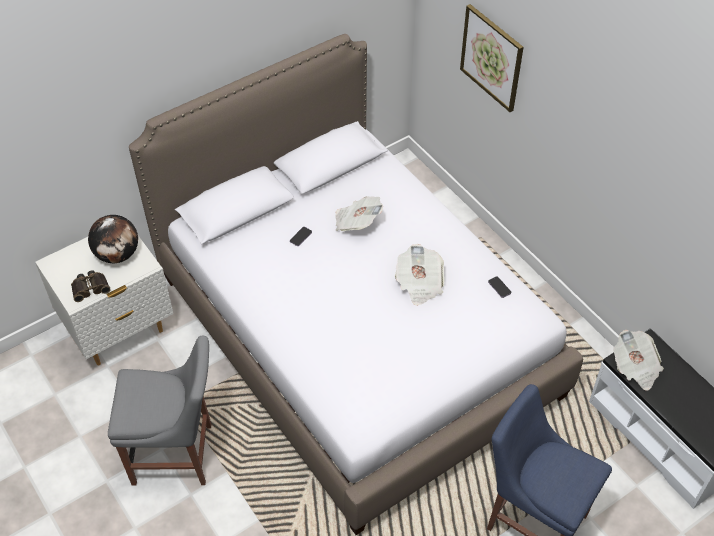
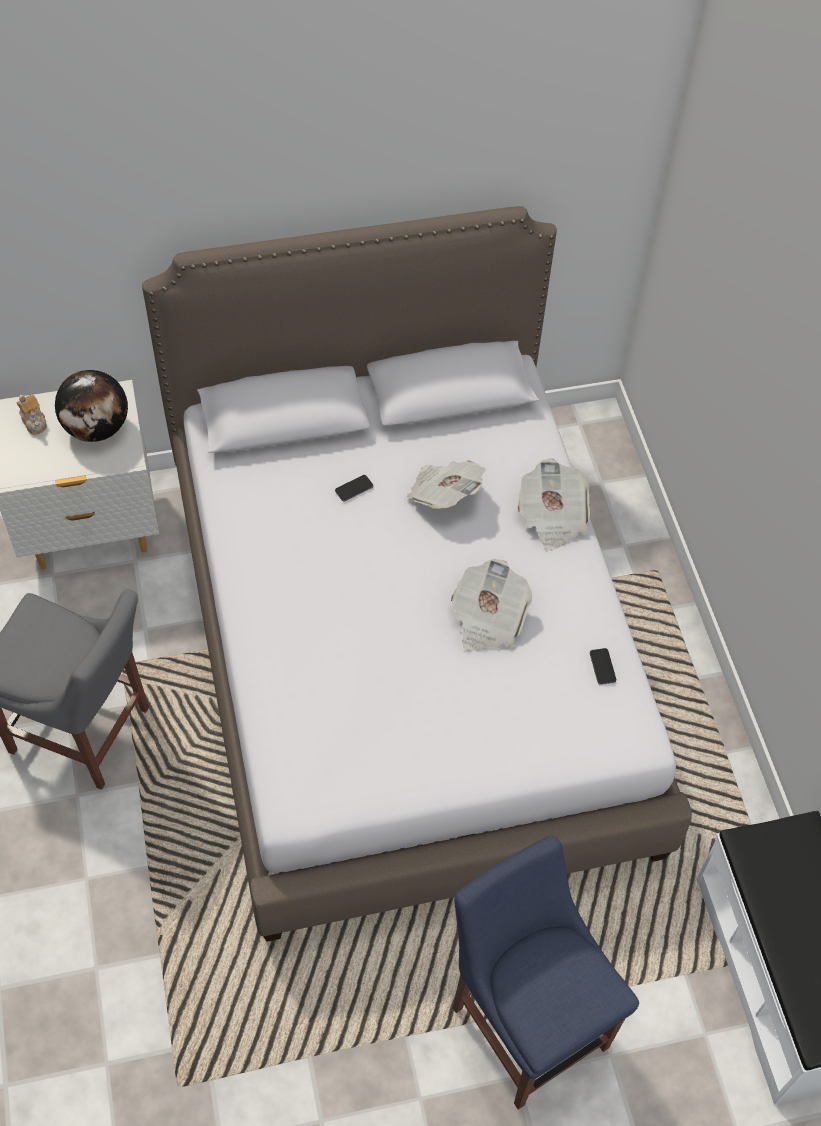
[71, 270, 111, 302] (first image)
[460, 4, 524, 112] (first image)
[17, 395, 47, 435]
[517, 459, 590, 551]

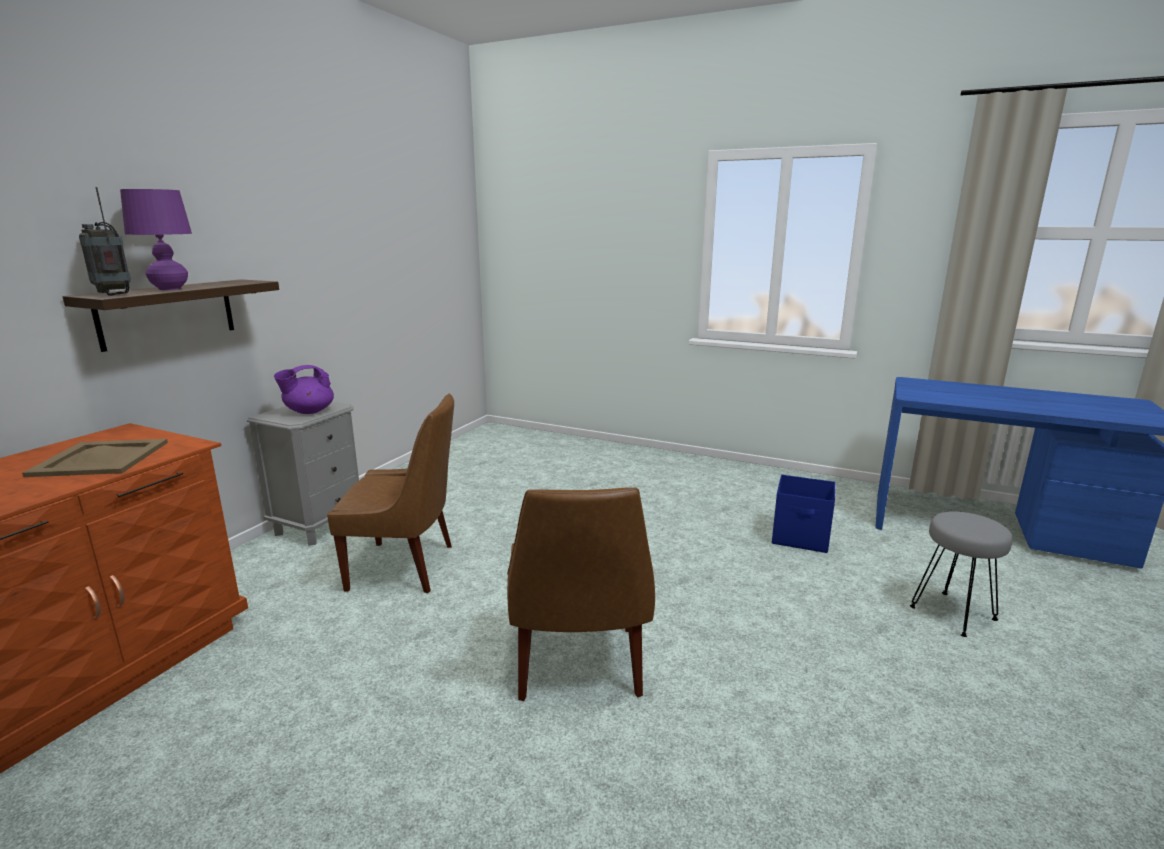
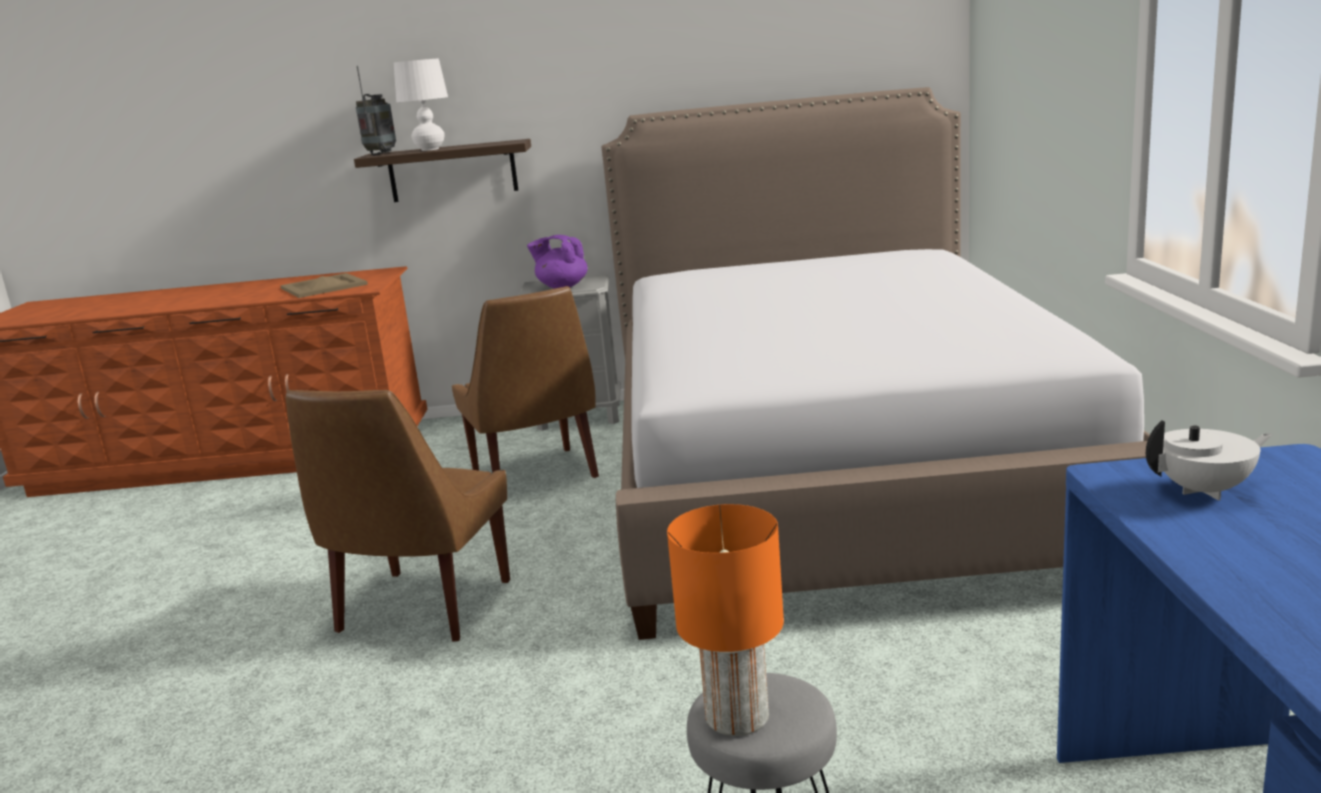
[772, 475, 835, 553] (first image)
[602, 87, 1150, 640]
[667, 504, 784, 736]
[1146, 420, 1272, 501]
[394, 58, 448, 151]
[286, 390, 510, 642]

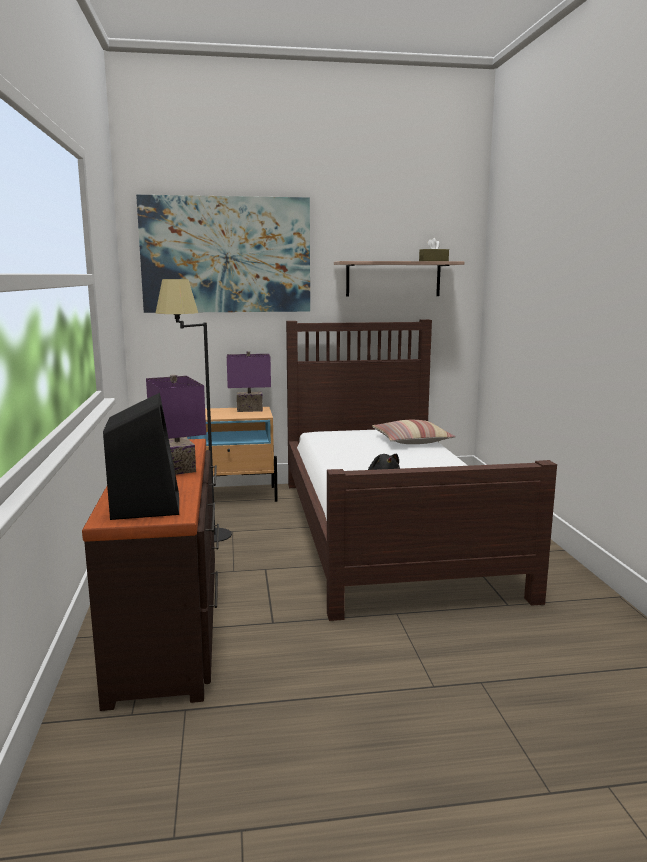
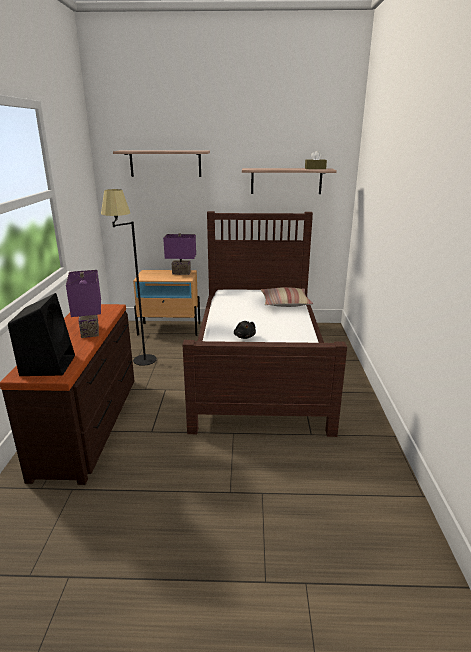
[113, 150, 210, 177]

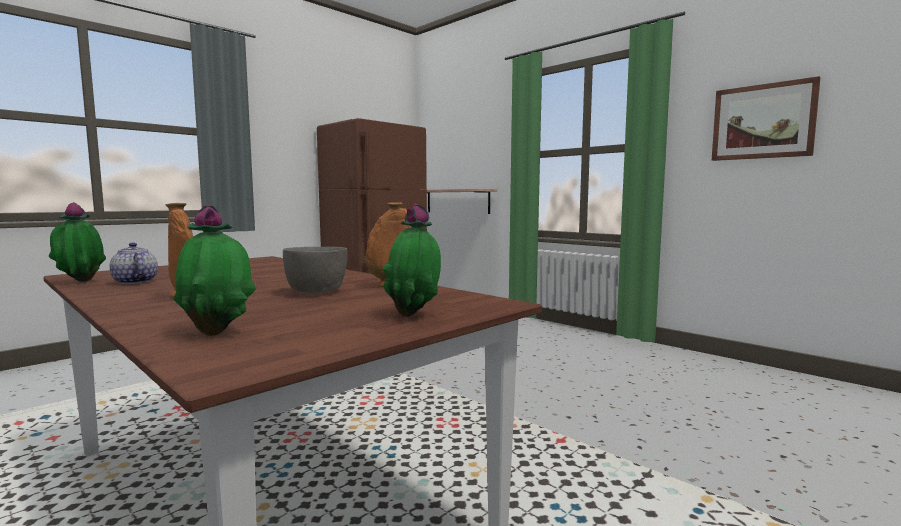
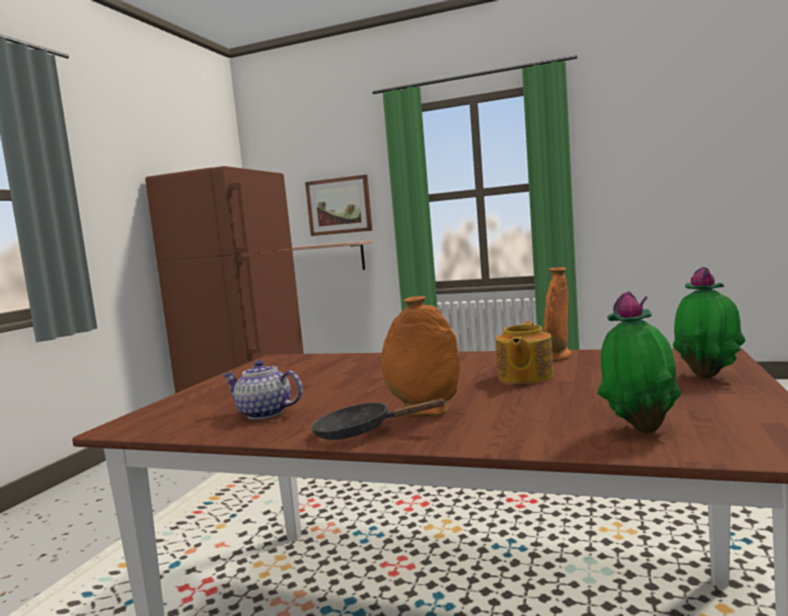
[49, 202, 106, 282] (first image)
[311, 398, 446, 440]
[305, 175, 372, 236]
[496, 322, 554, 384]

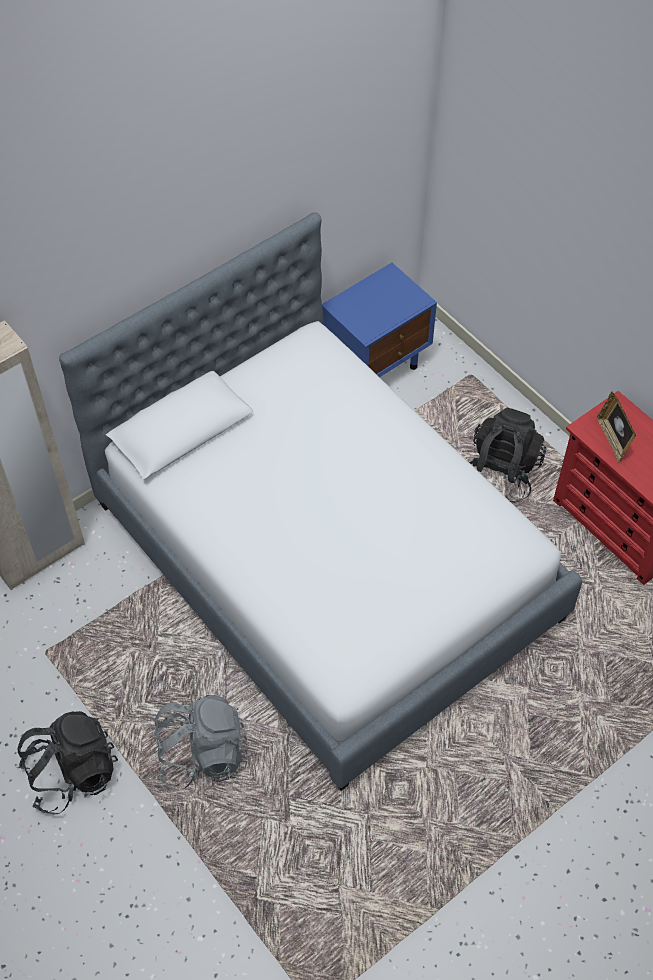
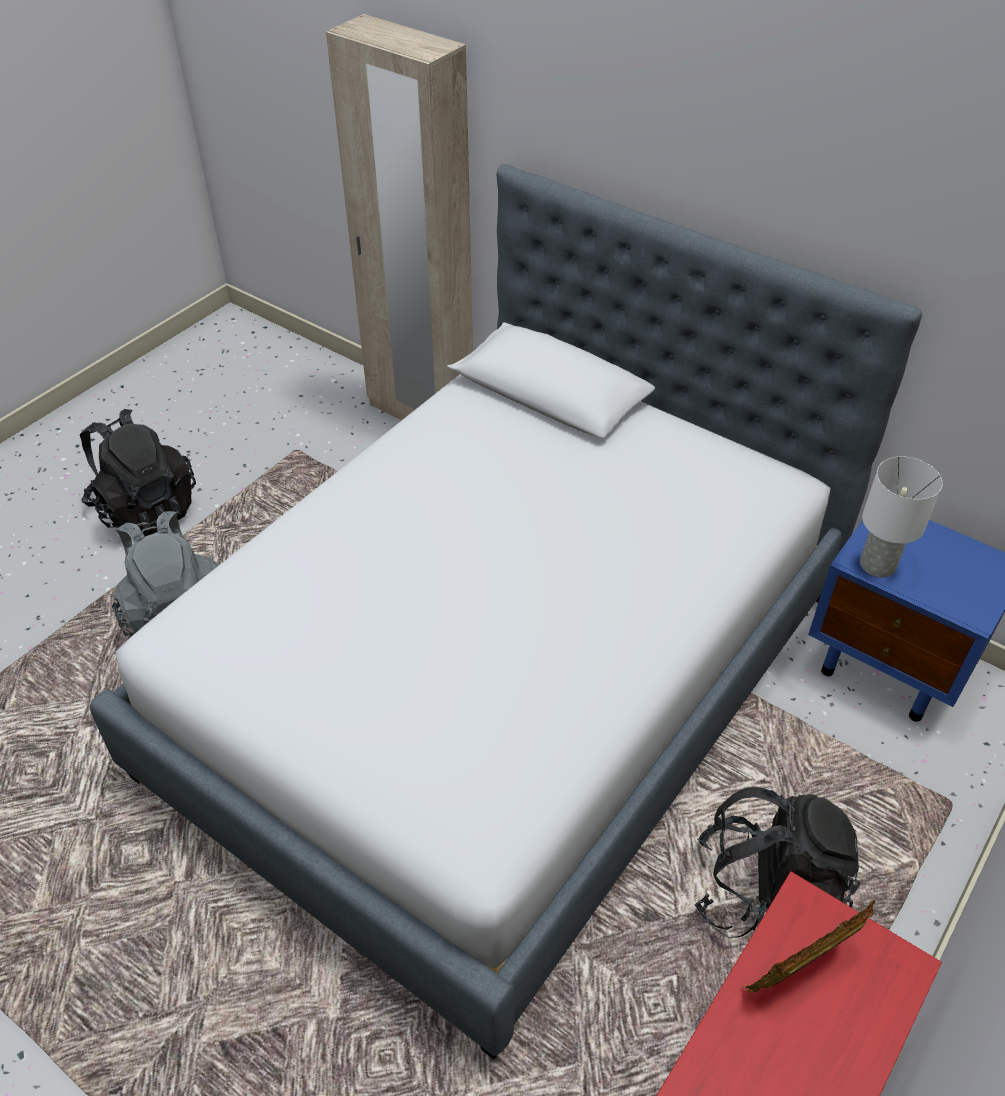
[860, 457, 943, 577]

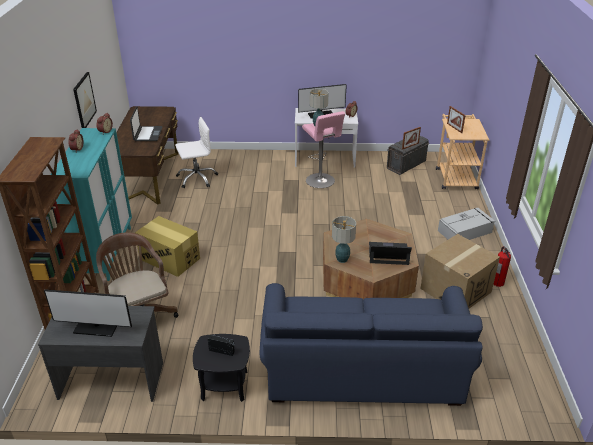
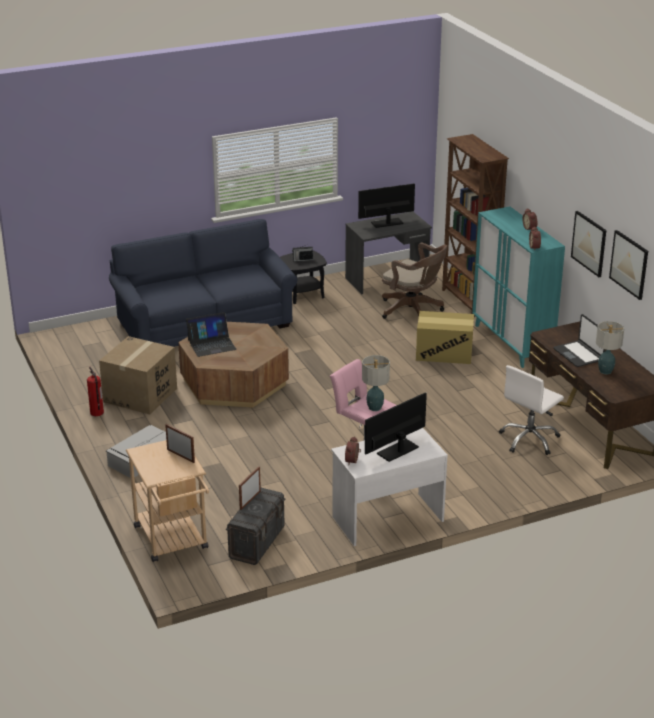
[609, 230, 648, 300]
[596, 321, 624, 374]

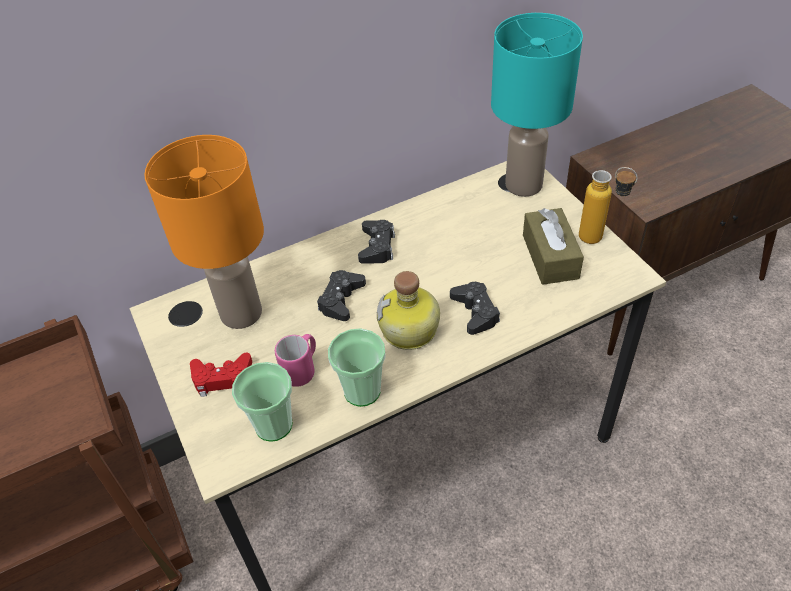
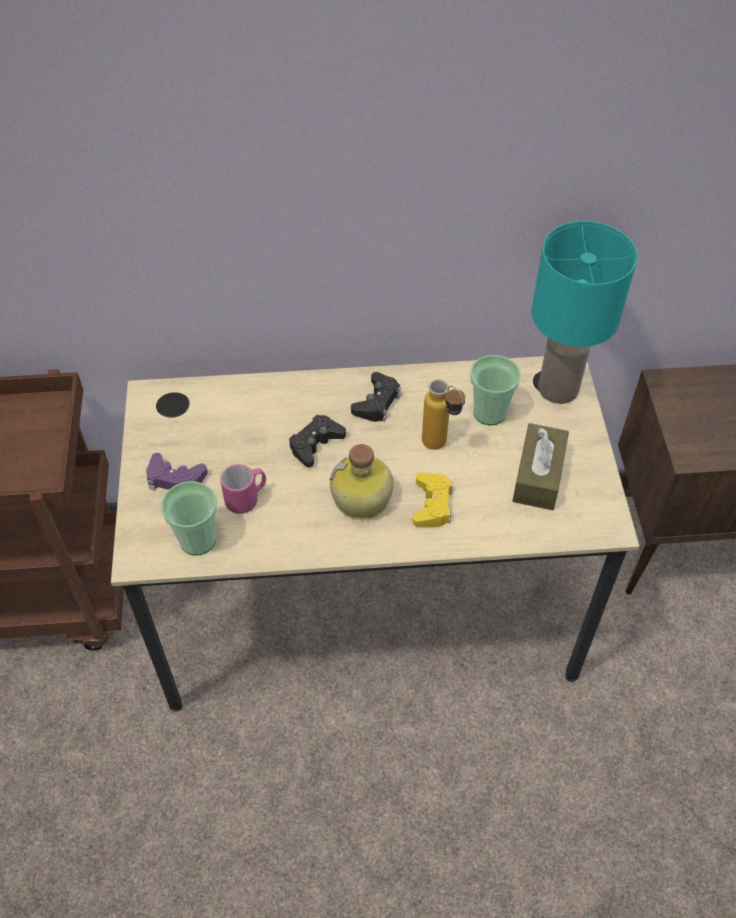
[144, 135, 264, 329] (first image)
[470, 355, 521, 425]
[422, 379, 465, 450]
[146, 453, 208, 491]
[412, 472, 452, 527]

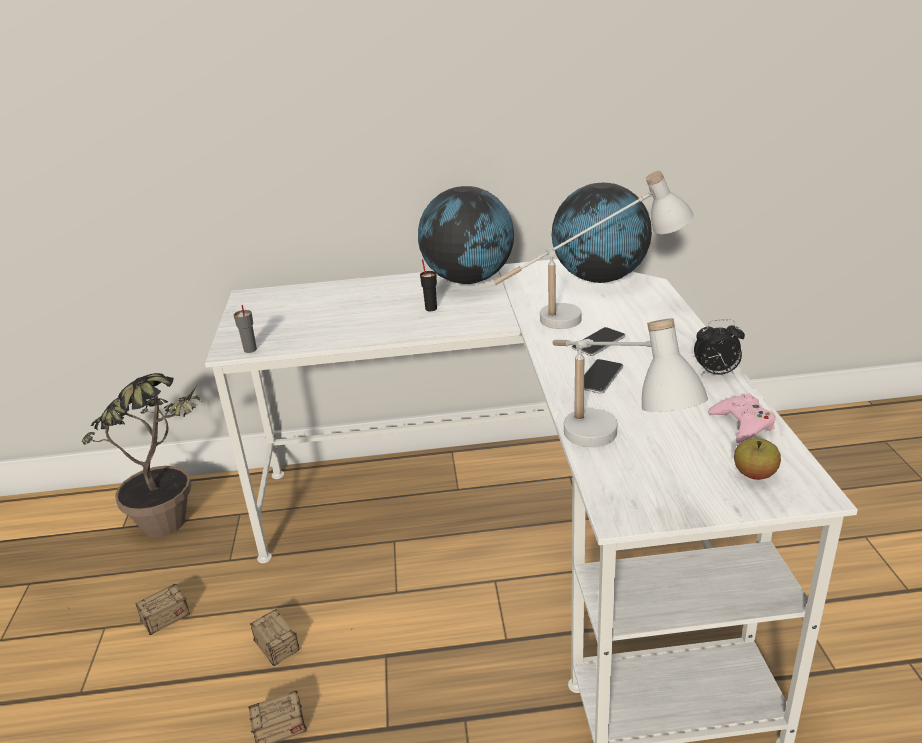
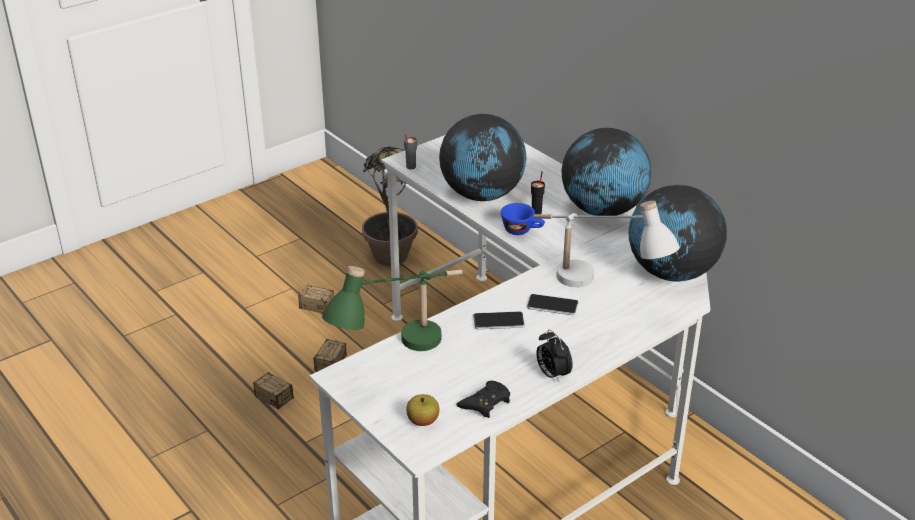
[439, 114, 526, 201]
[501, 203, 545, 235]
[322, 266, 463, 351]
[456, 381, 510, 418]

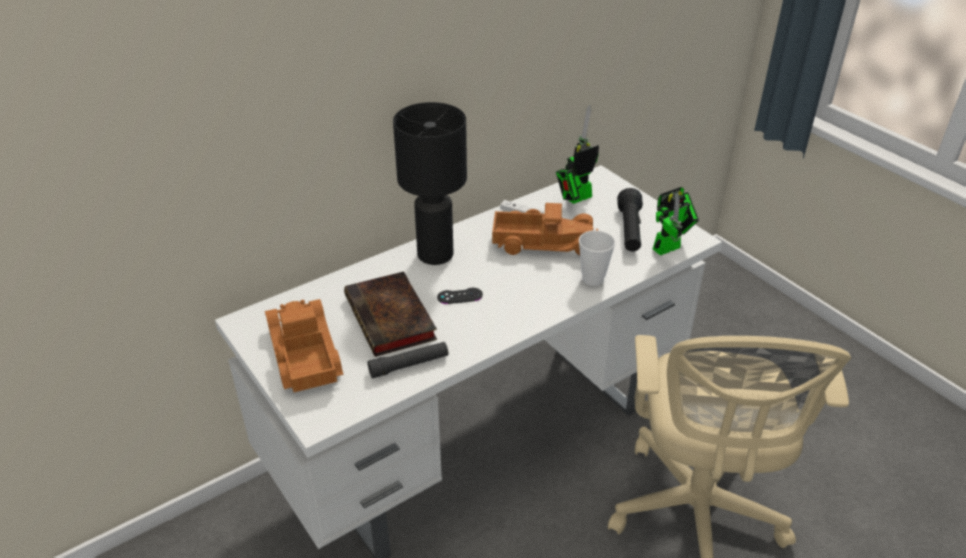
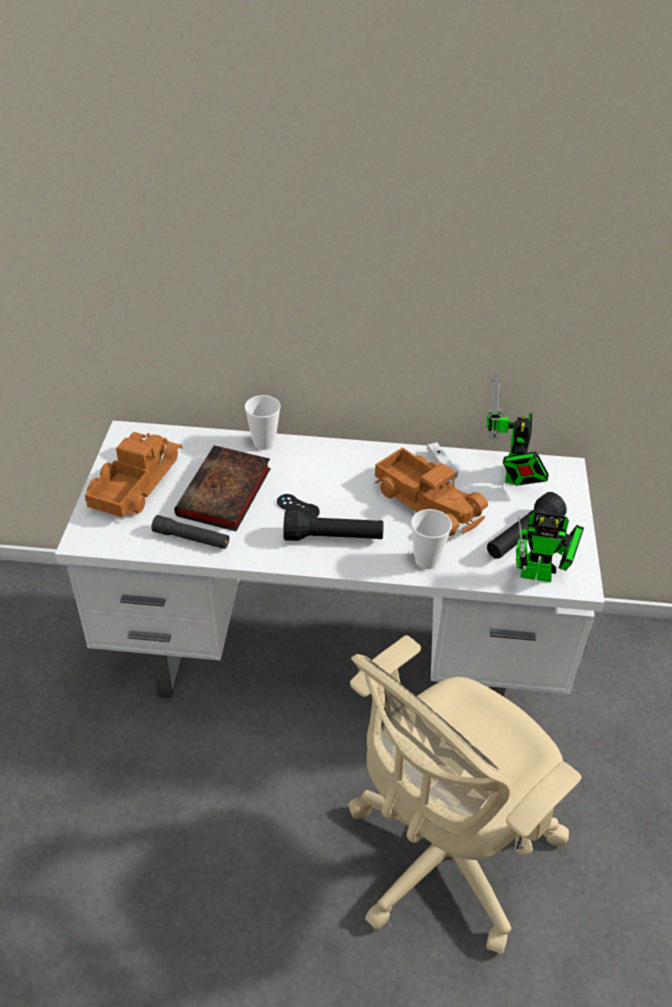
[393, 102, 467, 265] (first image)
[245, 395, 281, 450]
[283, 510, 384, 541]
[486, 375, 549, 486]

